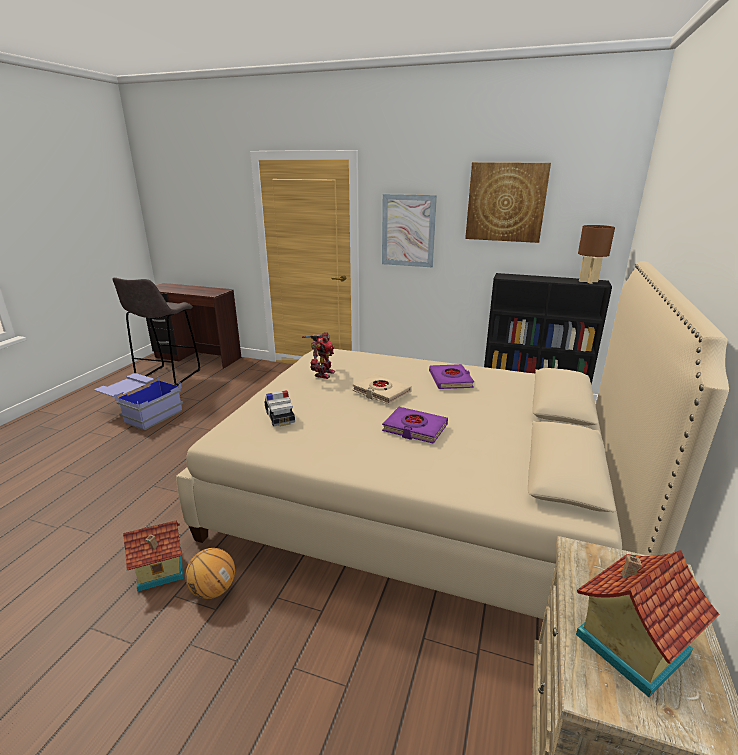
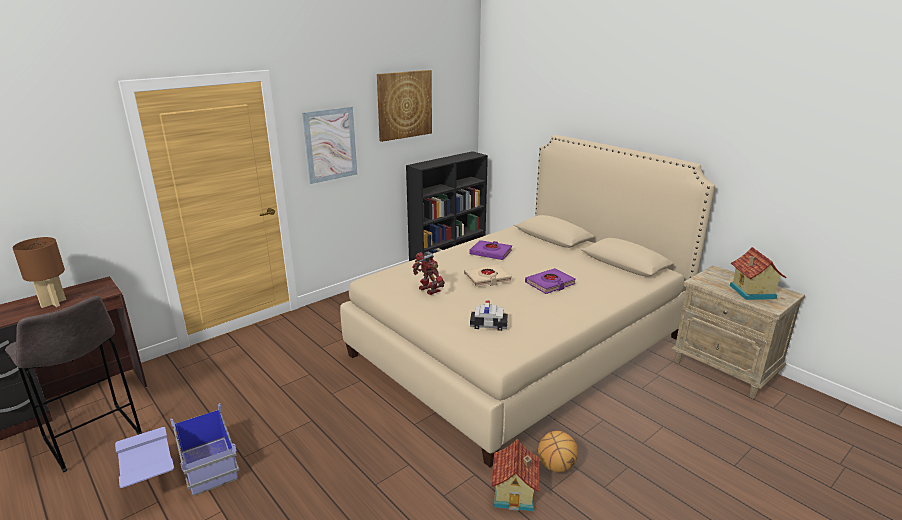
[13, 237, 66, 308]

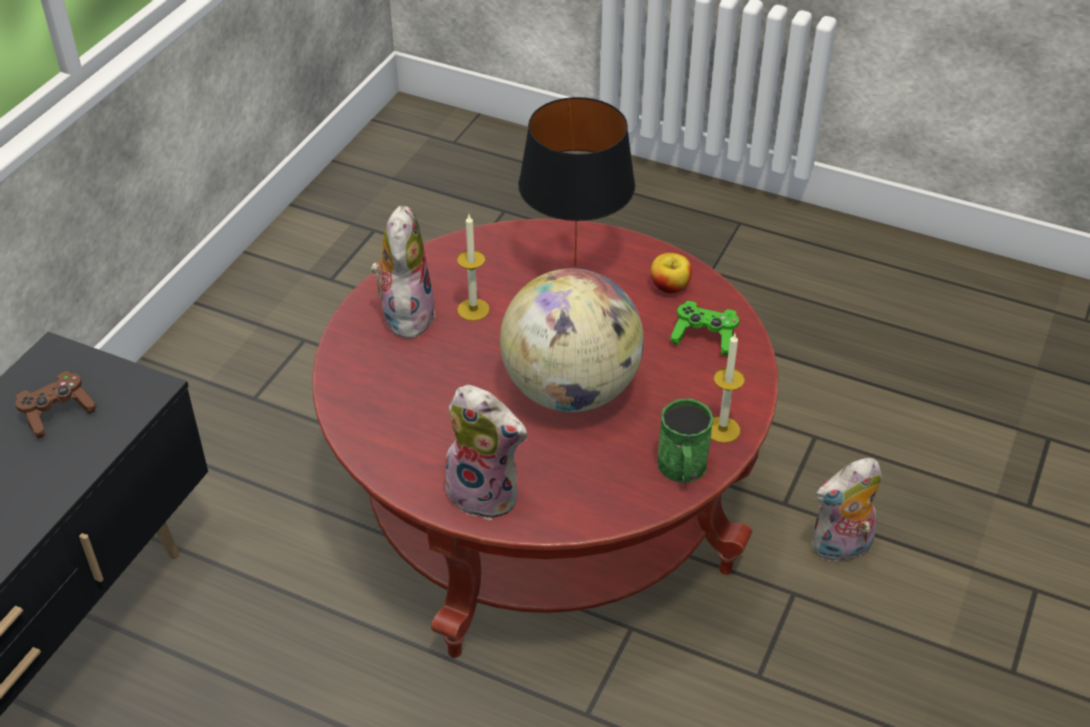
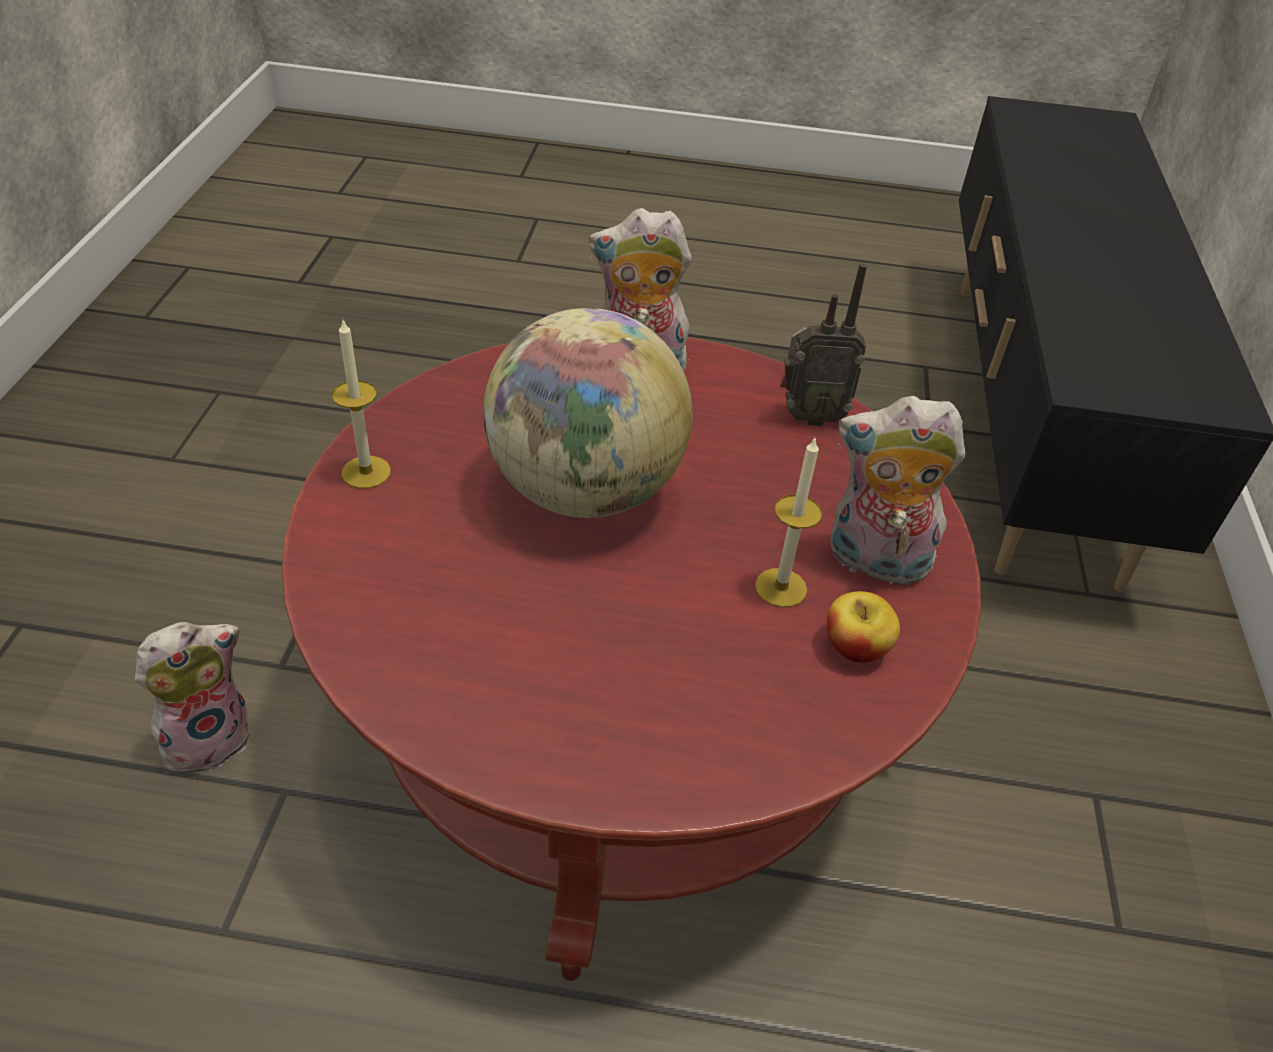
[15, 371, 97, 439] (first image)
[518, 97, 635, 266] (first image)
[658, 398, 713, 483] (first image)
[670, 301, 739, 356] (first image)
[780, 263, 867, 426]
[826, 591, 900, 663]
[830, 396, 966, 590]

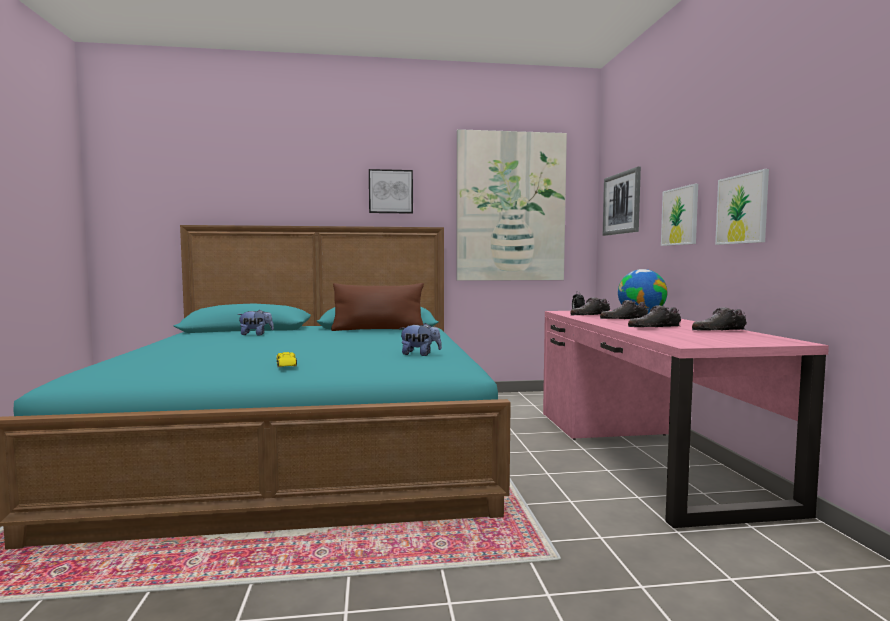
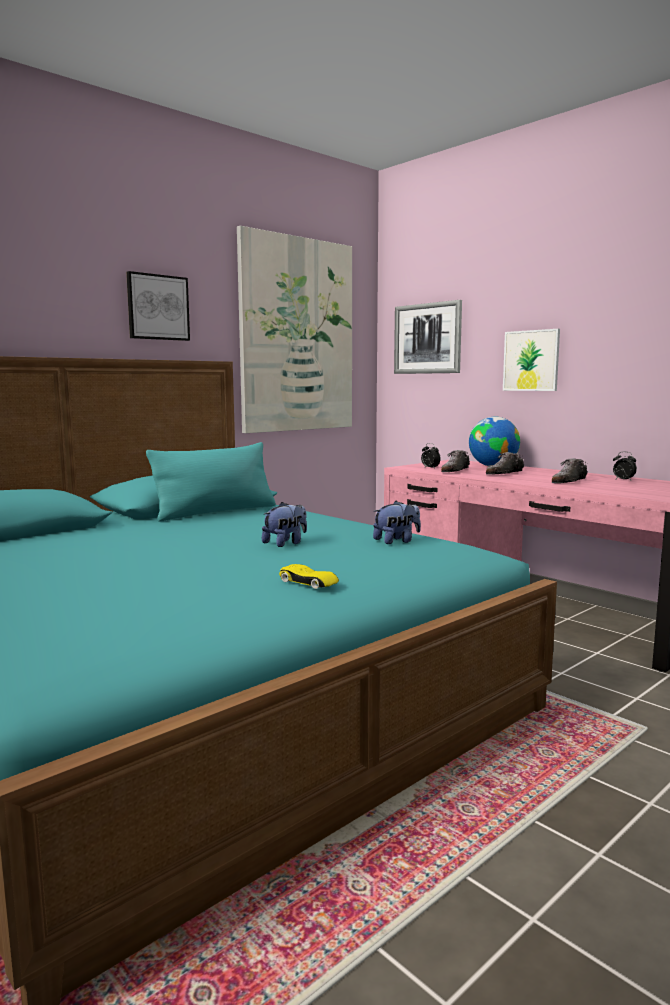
[715, 169, 769, 245] (first image)
[262, 502, 307, 547]
[613, 452, 637, 481]
[146, 442, 276, 521]

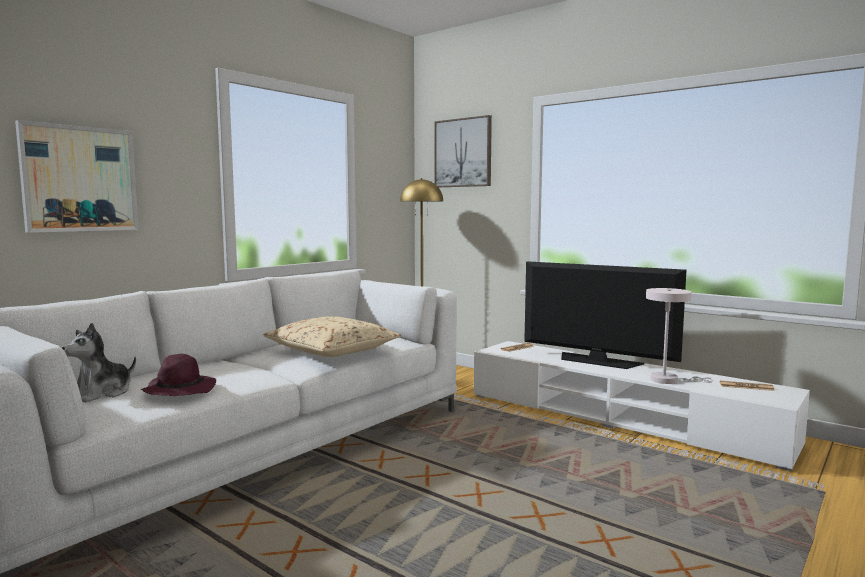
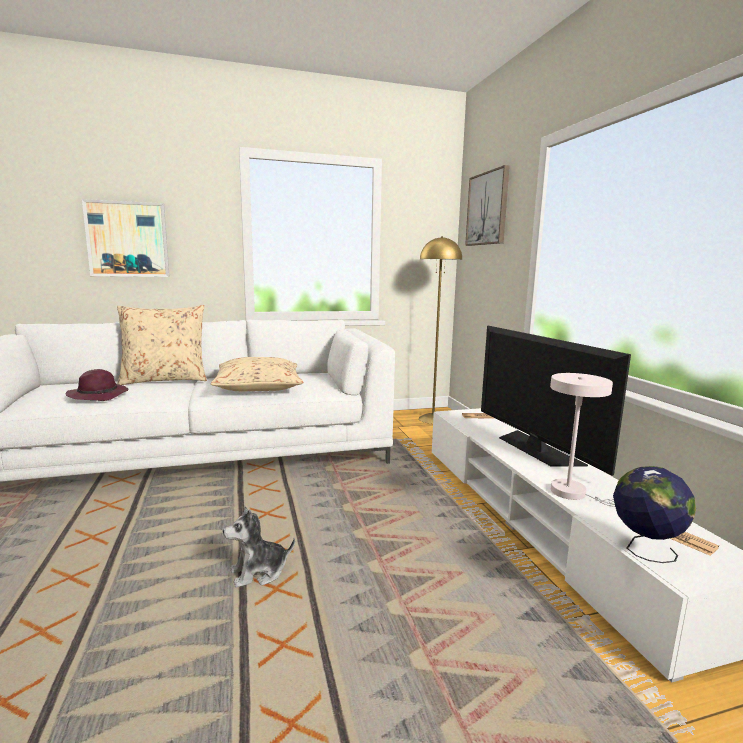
[117, 305, 207, 385]
[613, 466, 696, 563]
[223, 506, 295, 587]

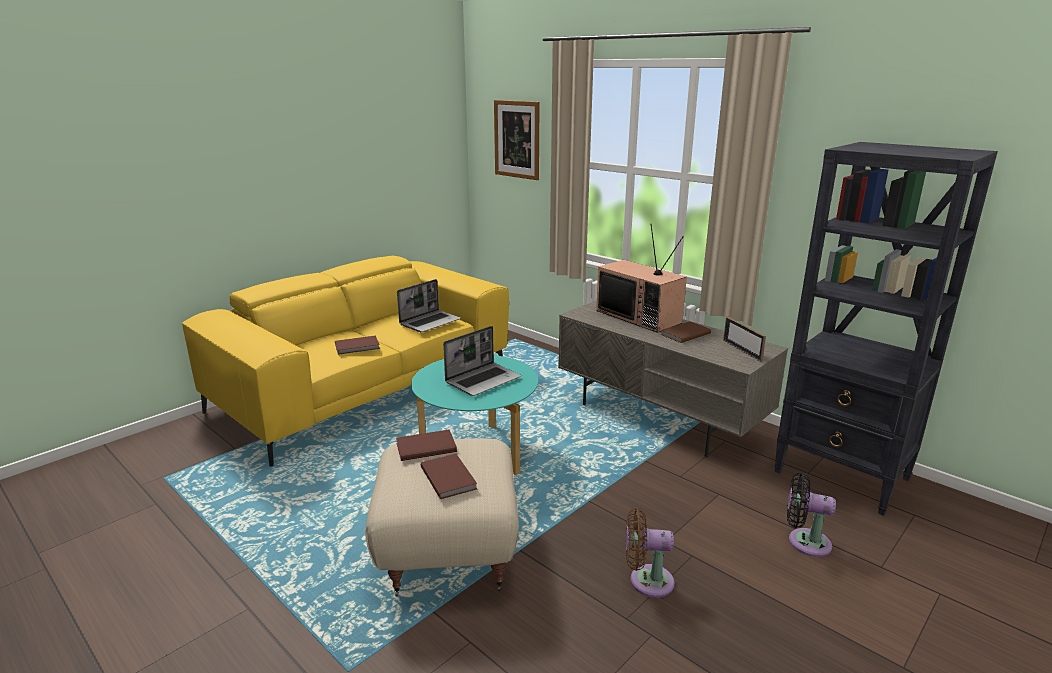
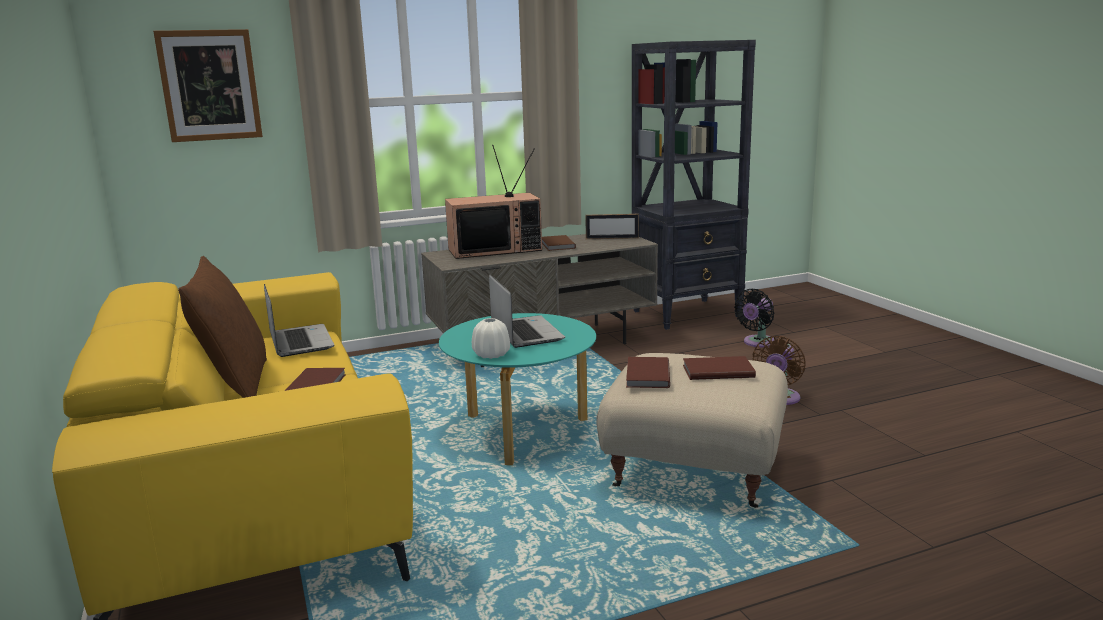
[178, 256, 267, 398]
[472, 318, 510, 359]

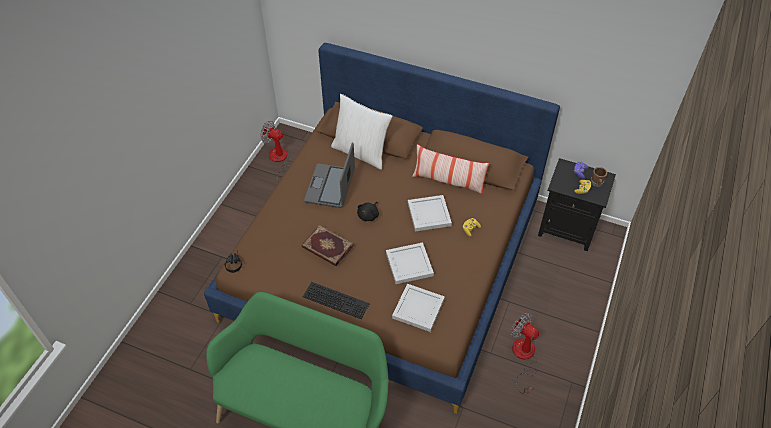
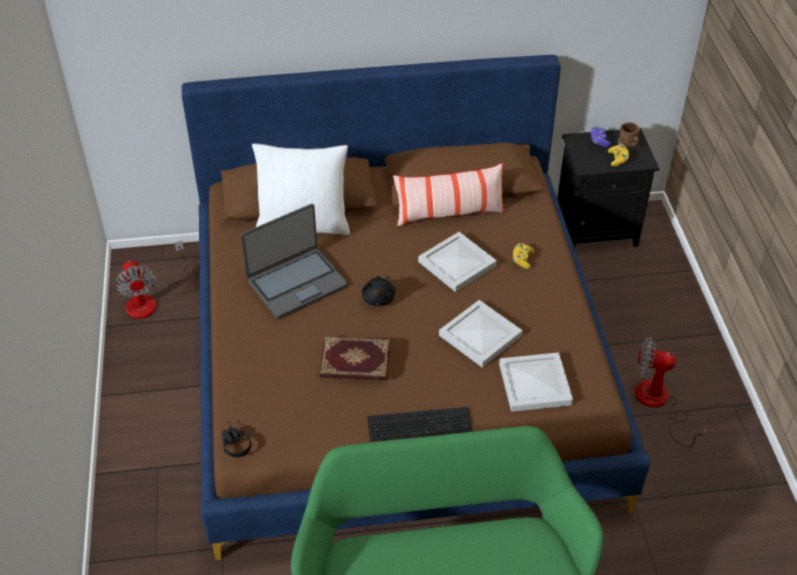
[116, 241, 185, 319]
[241, 204, 348, 319]

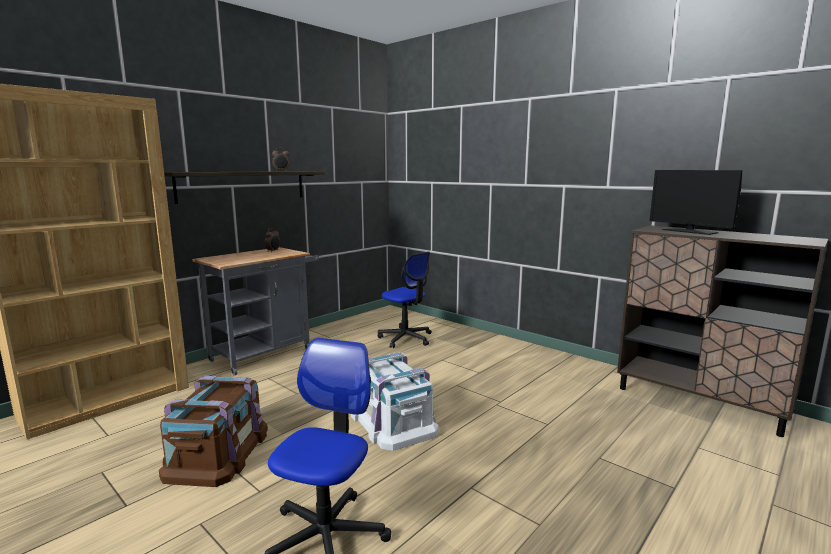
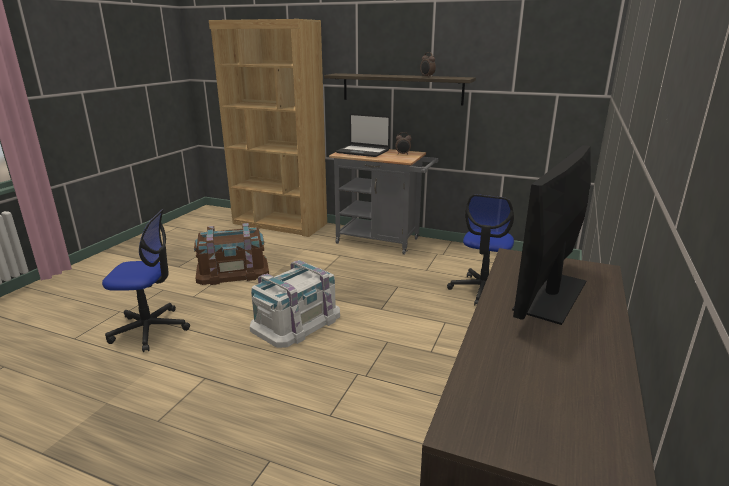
[336, 113, 390, 157]

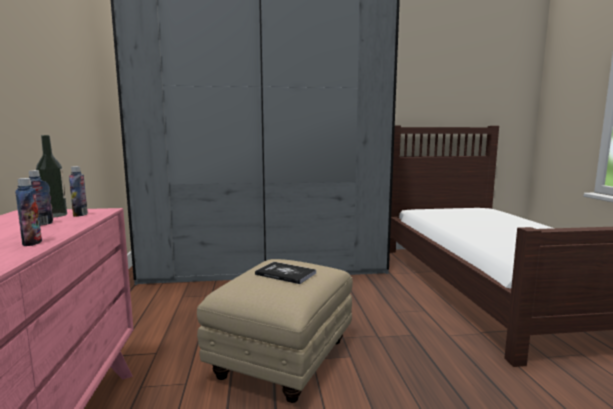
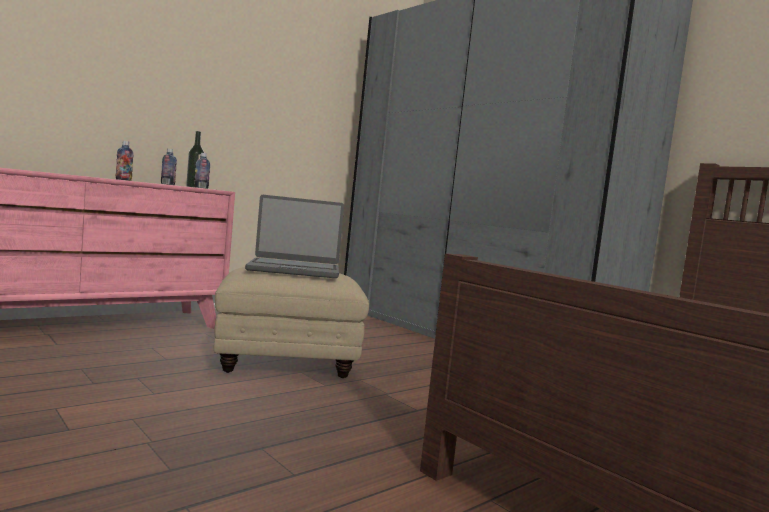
[245, 195, 344, 278]

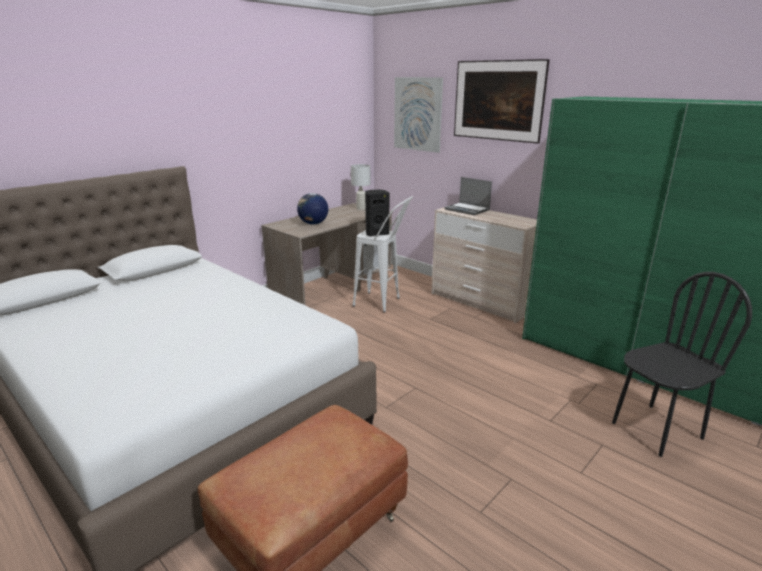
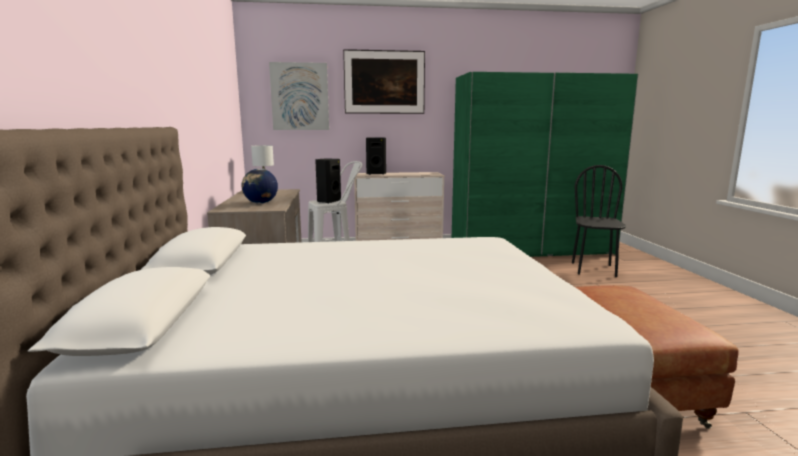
[366, 137, 386, 175]

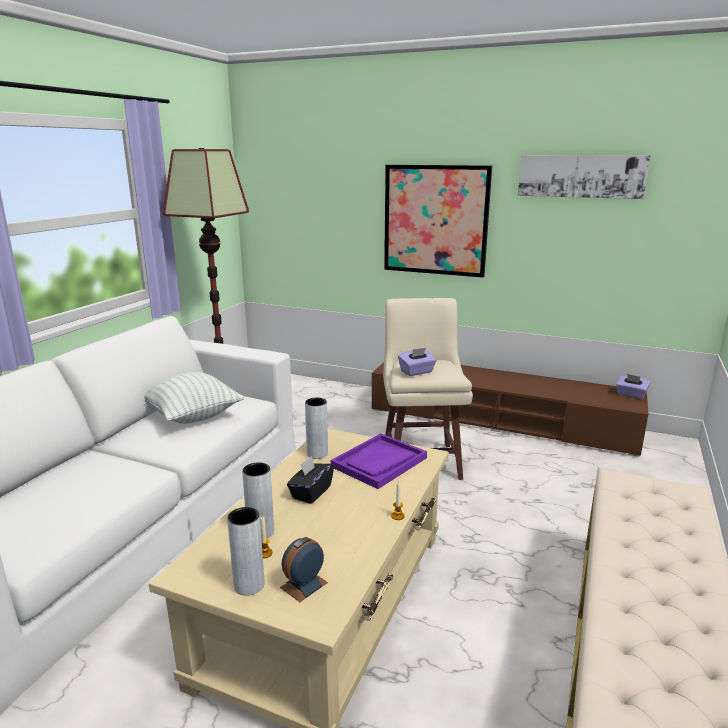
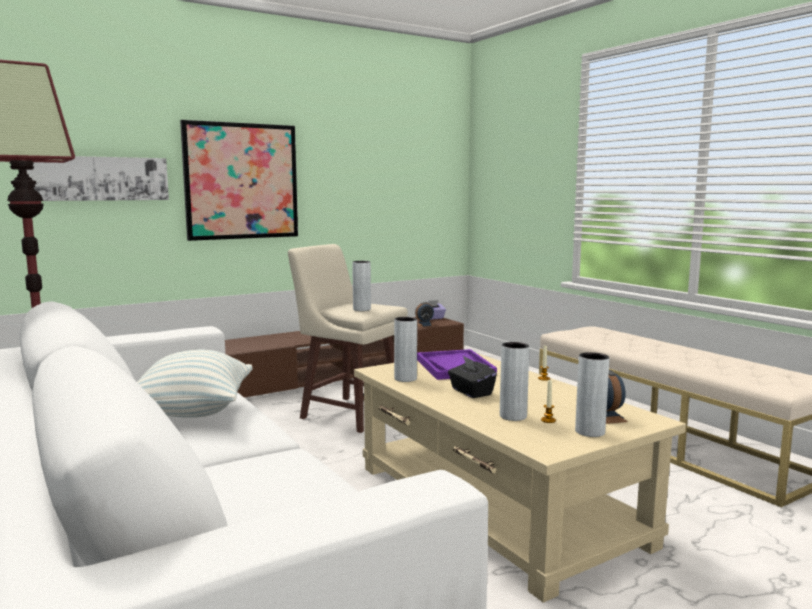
[415, 302, 435, 327]
[27, 156, 169, 201]
[352, 261, 371, 311]

